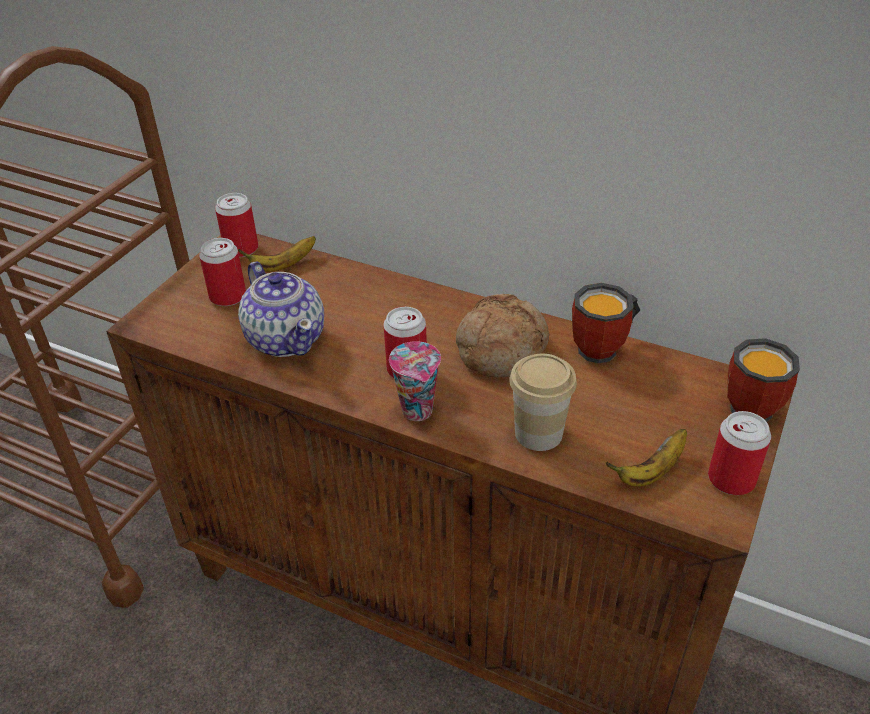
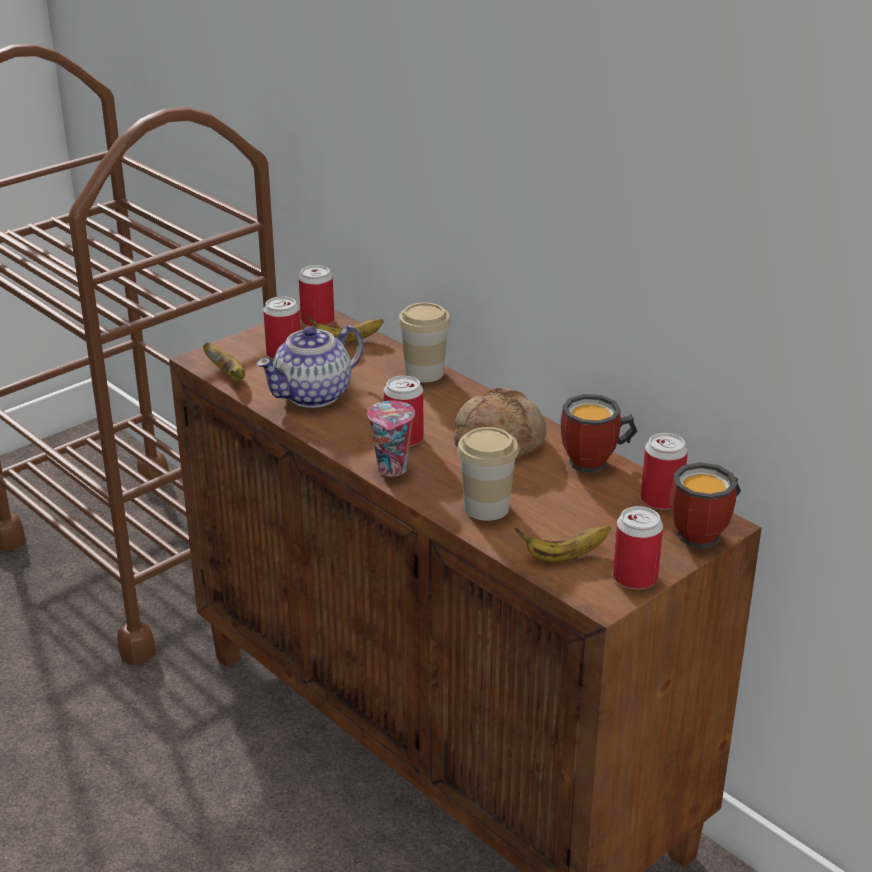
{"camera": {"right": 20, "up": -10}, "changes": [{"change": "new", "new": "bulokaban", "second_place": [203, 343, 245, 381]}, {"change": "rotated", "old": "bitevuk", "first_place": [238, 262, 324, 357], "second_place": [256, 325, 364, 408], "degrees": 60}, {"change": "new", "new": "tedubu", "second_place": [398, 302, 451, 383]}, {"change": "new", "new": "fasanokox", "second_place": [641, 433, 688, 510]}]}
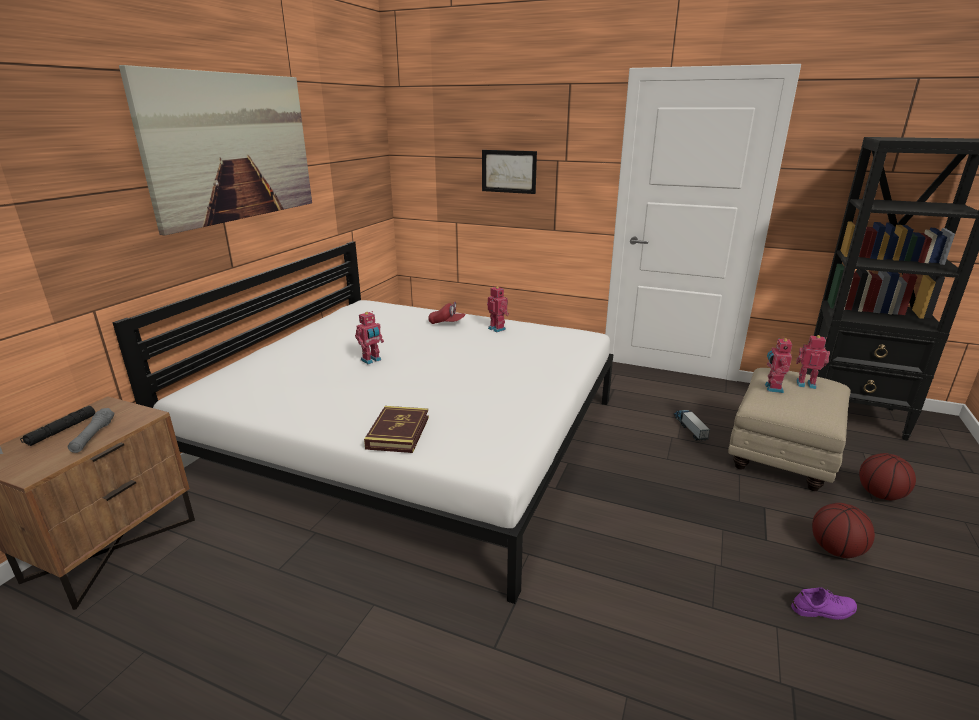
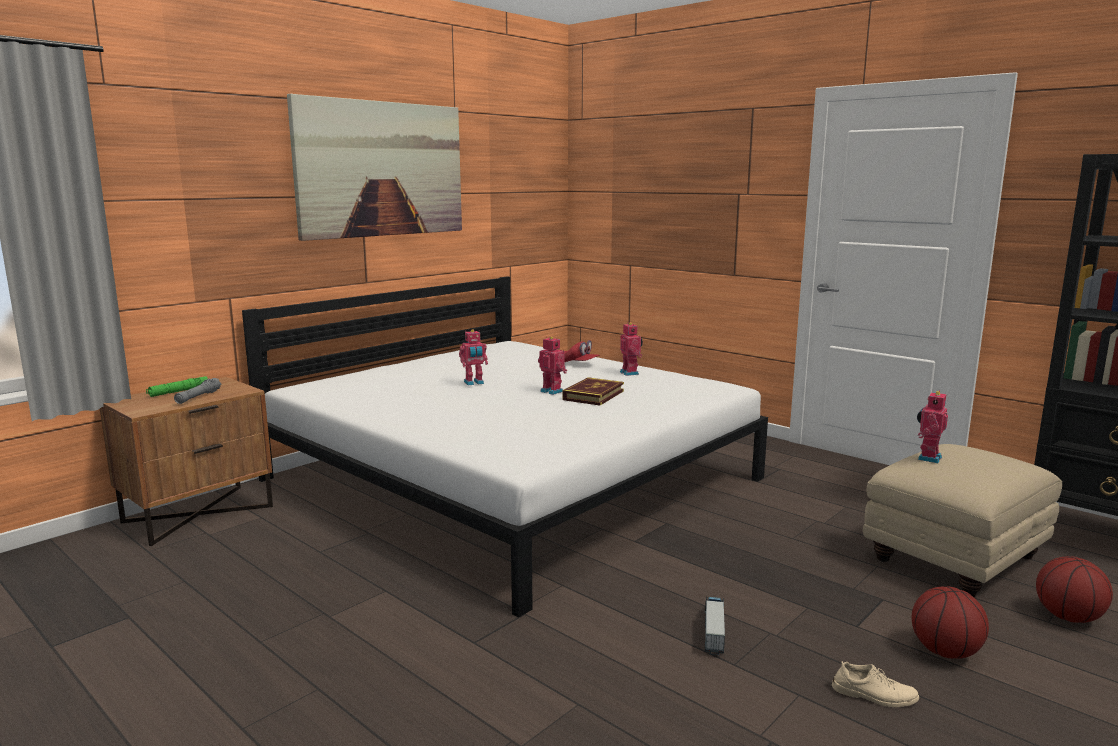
{"camera": {"right": 20, "up": -10}, "changes": [{"change": "repainted", "old": "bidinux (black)", "new": "bidinux (green)", "first_place": [20, 406, 95, 446], "second_place": [146, 376, 208, 397]}, {"change": "shifted", "old": "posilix", "first_place": [796, 335, 830, 389], "second_place": [538, 336, 567, 395]}, {"change": "shifted", "old": "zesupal", "first_place": [364, 406, 429, 453], "second_place": [563, 377, 624, 406]}, {"change": "shifted", "old": "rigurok", "first_place": [673, 410, 710, 441], "second_place": [705, 597, 725, 655]}, {"change": "repainted", "old": "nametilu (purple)", "new": "nametilu (beige)", "first_place": [791, 587, 857, 620], "second_place": [832, 661, 919, 707]}, {"change": "gone", "old": "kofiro", "first_place": [482, 150, 537, 194]}]}
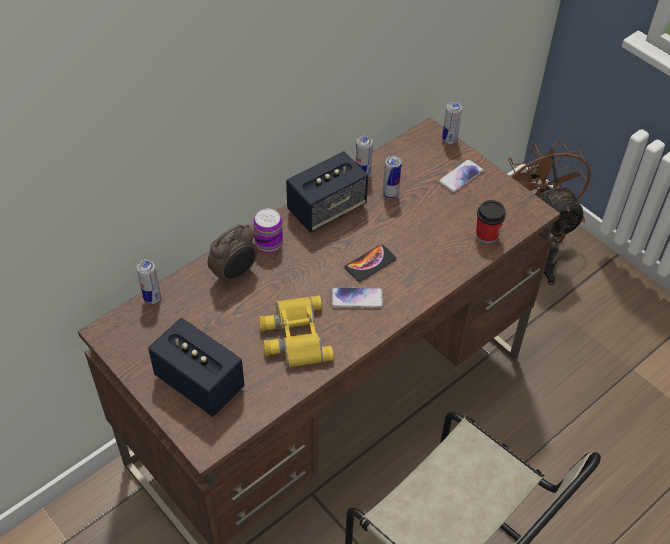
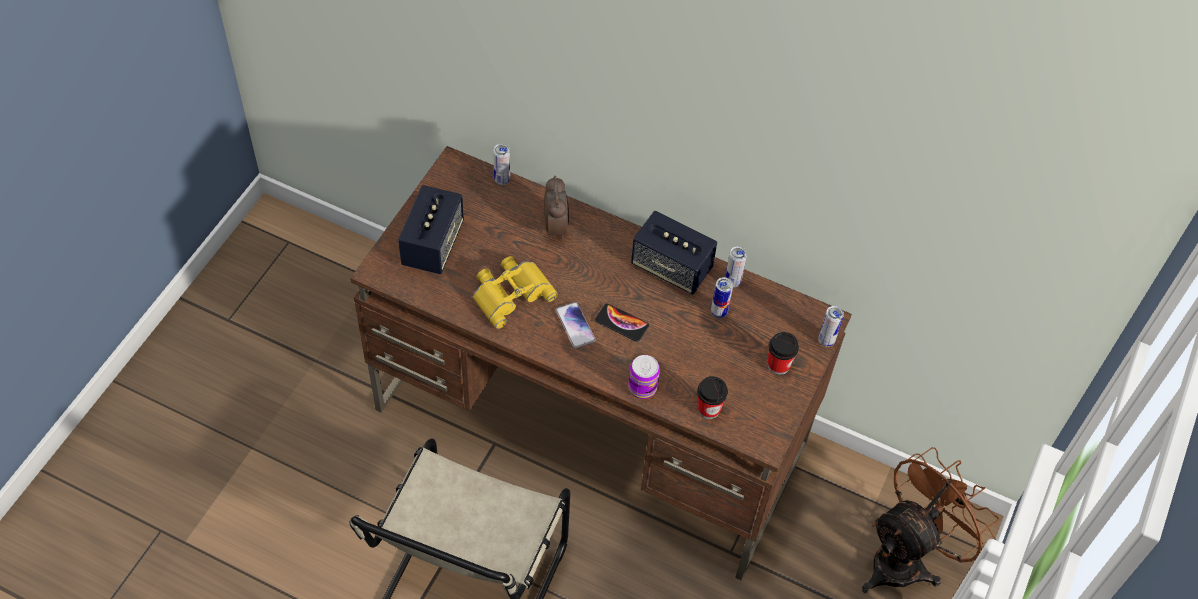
{"camera": {"right": 65, "up": 5}, "changes": [{"change": "rotated", "old": "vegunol", "first_place": [208, 224, 257, 286], "second_place": [544, 176, 569, 239], "degrees": -120}, {"change": "shifted", "old": "fasanokox", "first_place": [253, 209, 283, 254], "second_place": [628, 355, 660, 399]}, {"change": "swapped", "old": "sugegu", "new": "tedubu", "first_place": [438, 159, 484, 193], "second_place": [768, 332, 799, 375]}]}
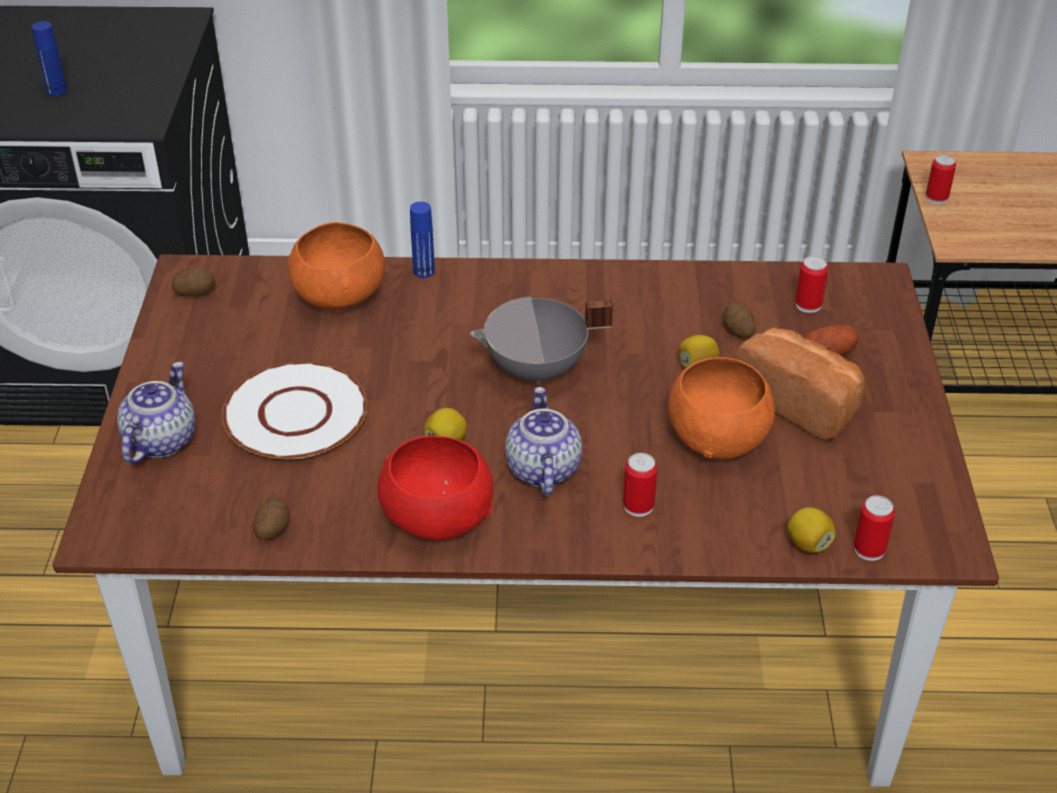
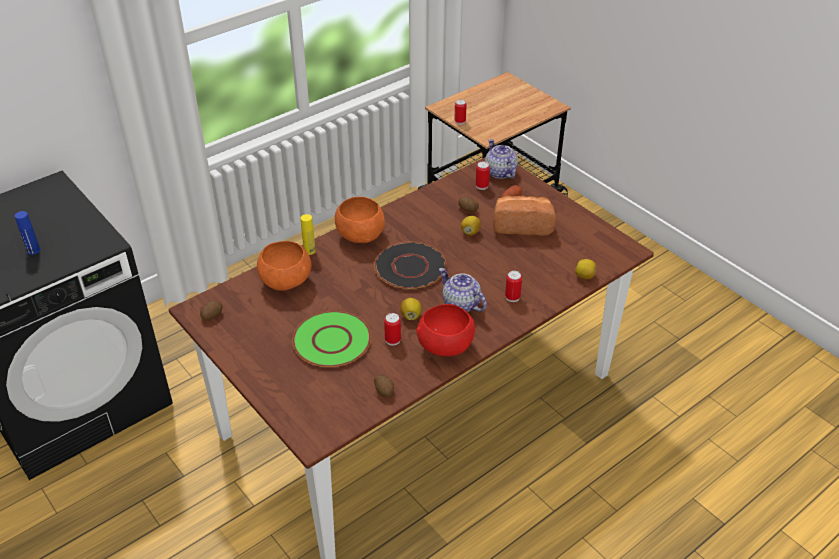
{"camera": {"right": -40, "up": 0}, "changes": [{"change": "repainted", "old": "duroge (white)", "new": "duroge (green)", "first_place": [222, 362, 367, 459], "second_place": [292, 311, 371, 367]}, {"change": "repainted", "old": "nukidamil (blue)", "new": "nukidamil (yellow)", "first_place": [410, 202, 435, 278], "second_place": [301, 214, 316, 255]}, {"change": "shifted", "old": "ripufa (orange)", "first_place": [668, 357, 775, 459], "second_place": [334, 197, 385, 243]}, {"change": "swapped", "old": "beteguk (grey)", "new": "duroge (black)", "first_place": [470, 297, 613, 385], "second_place": [374, 242, 446, 289]}, {"change": "shifted", "old": "fasanokox", "first_place": [854, 496, 895, 561], "second_place": [384, 313, 401, 346]}, {"change": "shifted", "old": "bitevuk", "first_place": [117, 362, 195, 464], "second_place": [485, 139, 518, 179]}]}
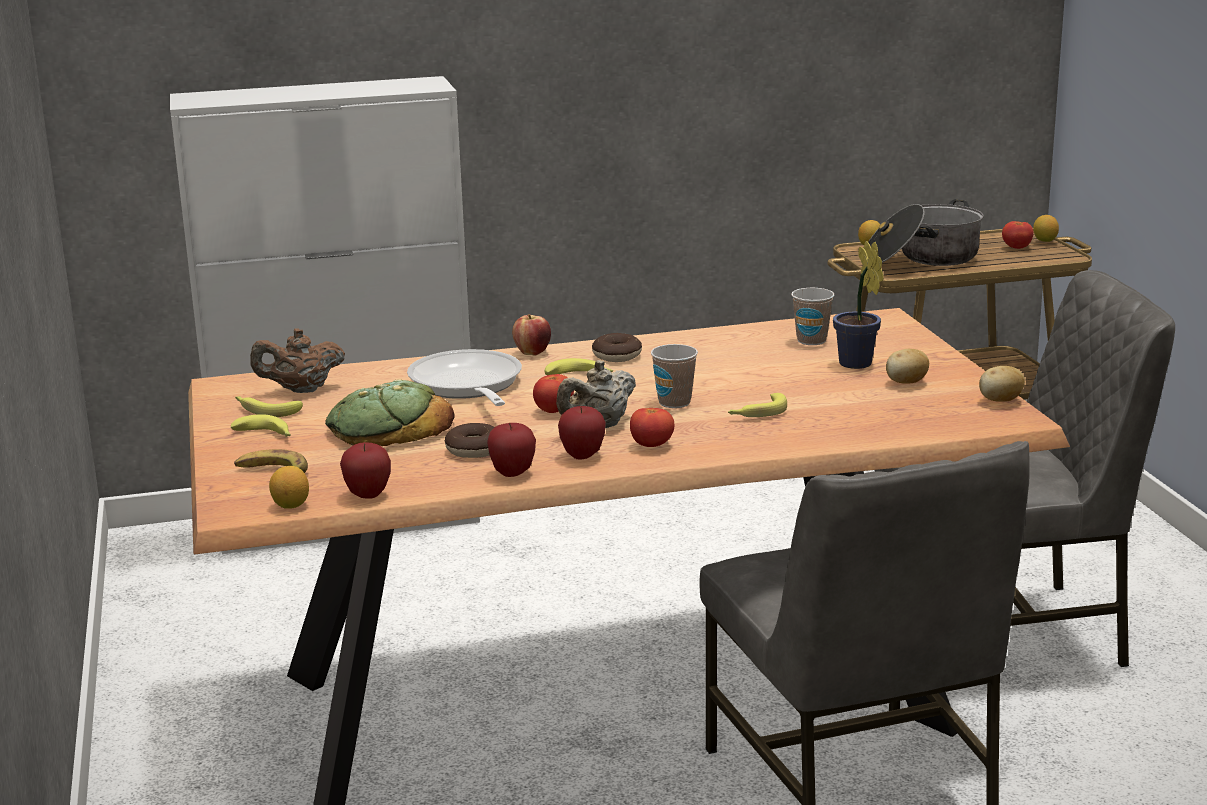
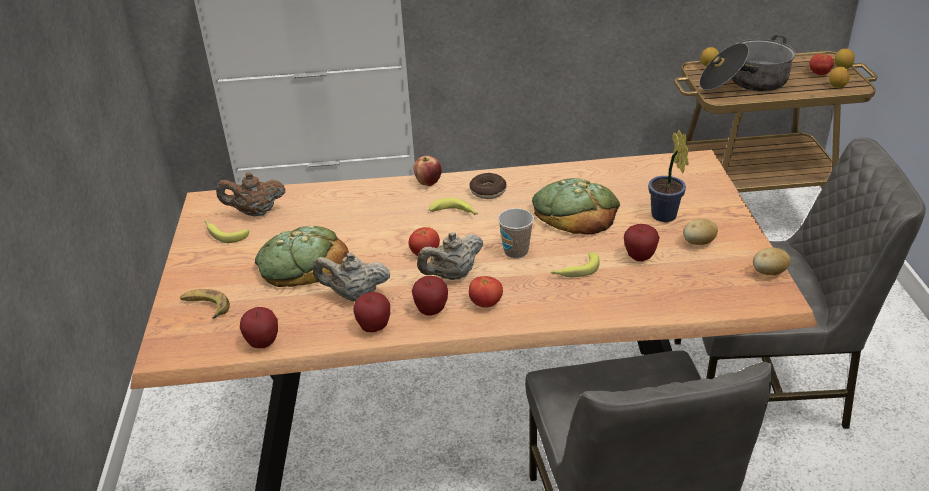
{"camera": {"right": 10, "up": 15}, "changes": [{"change": "swapped", "old": "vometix", "new": "bitevuk (beige)", "first_place": [445, 423, 495, 458], "second_place": [313, 253, 390, 301]}, {"change": "new", "new": "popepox", "second_place": [532, 178, 620, 234]}, {"change": "new", "new": "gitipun", "second_place": [624, 224, 660, 262]}, {"change": "shifted", "old": "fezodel", "first_place": [269, 466, 309, 509], "second_place": [829, 67, 850, 88]}, {"change": "gone", "old": "bulokaban", "first_place": [231, 414, 291, 437]}, {"change": "gone", "old": "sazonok", "first_place": [407, 349, 522, 406]}, {"change": "gone", "old": "tedubu", "first_place": [791, 288, 834, 345]}]}
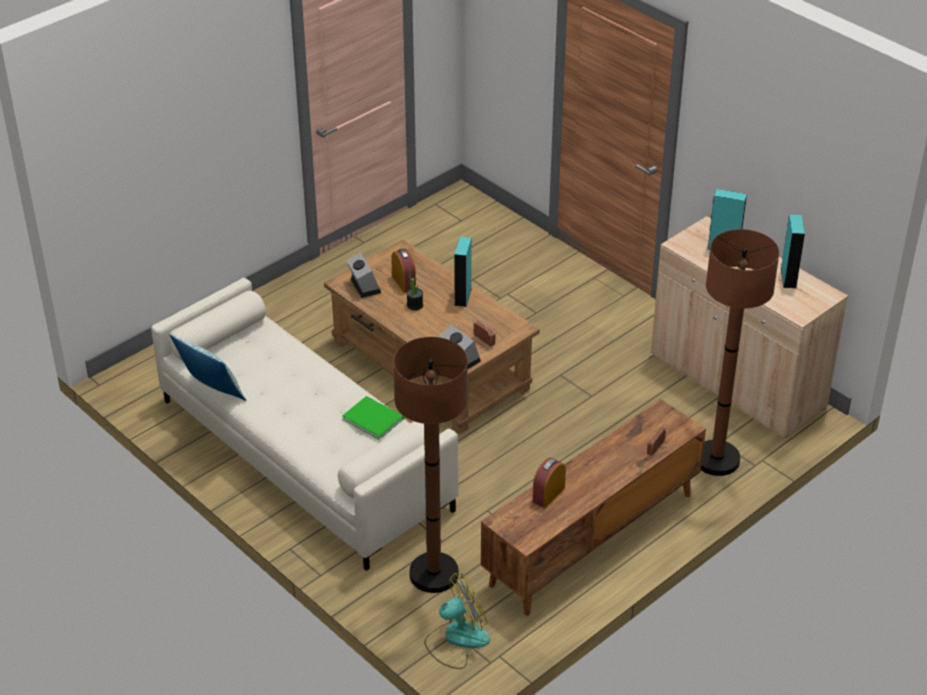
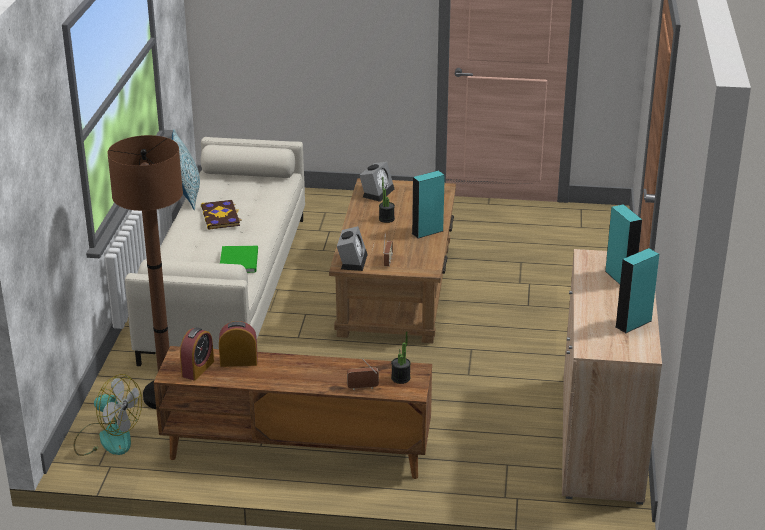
{"camera": {"right": 50, "up": -10}, "changes": [{"change": "shifted", "old": "vegunol", "first_place": [391, 248, 416, 293], "second_place": [180, 327, 214, 381]}, {"change": "new", "new": "zesupal", "second_place": [201, 200, 242, 230]}, {"change": "new", "new": "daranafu", "second_place": [391, 331, 411, 384]}, {"change": "gone", "old": "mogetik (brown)", "first_place": [701, 229, 779, 476]}]}
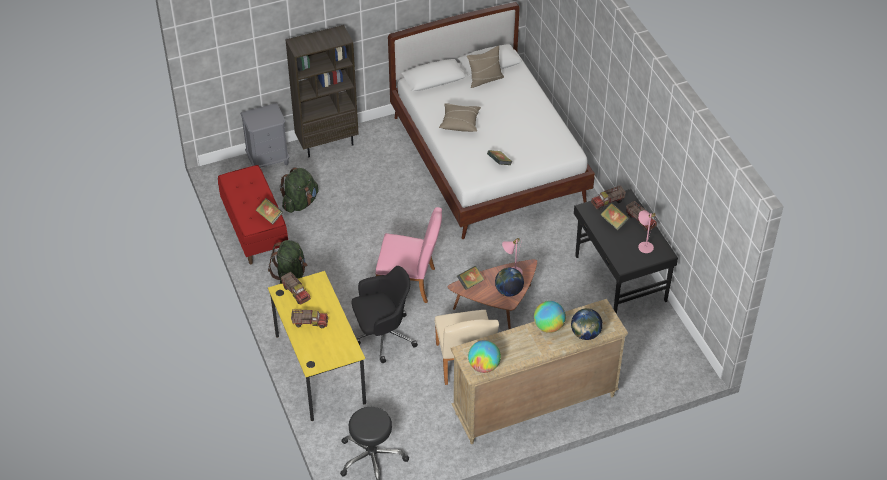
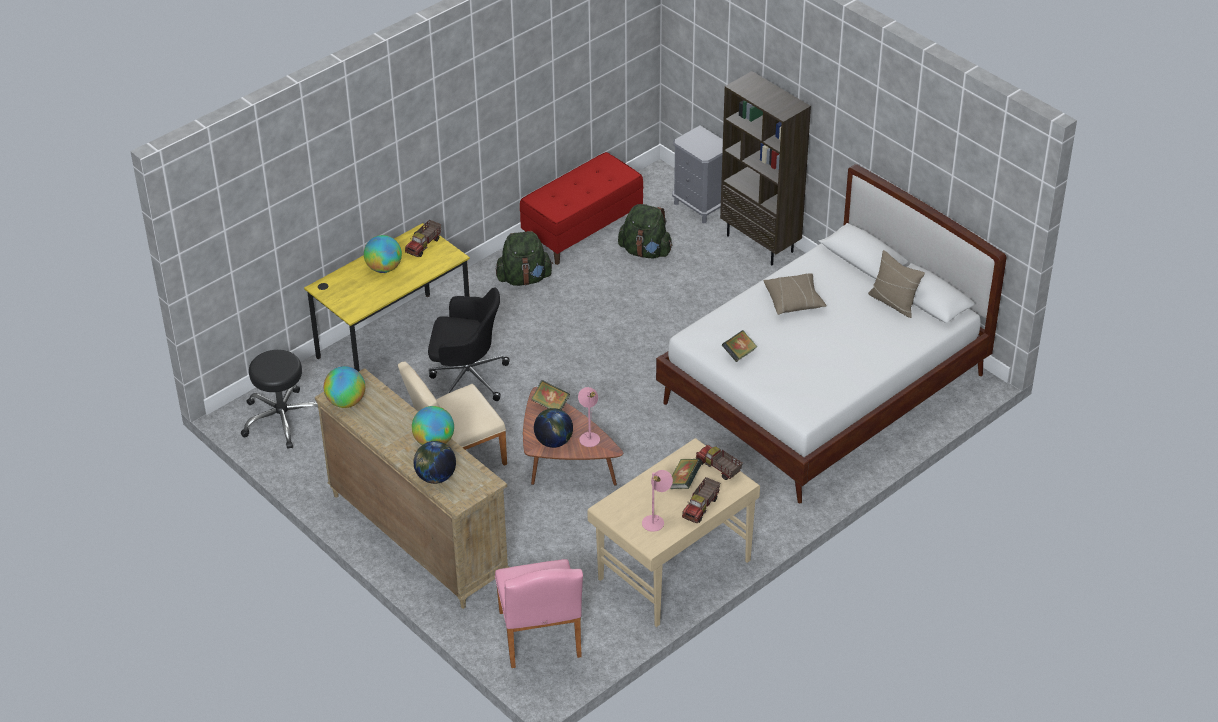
{"camera": {"right": 70, "up": -5}, "changes": [{"change": "swapped", "old": "rigurok", "new": "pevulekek", "first_place": [291, 309, 328, 328], "second_place": [364, 235, 402, 273]}, {"change": "rotated", "old": "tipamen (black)", "first_place": [352, 266, 418, 363], "second_place": [428, 287, 509, 401], "degrees": -45}, {"change": "shifted", "old": "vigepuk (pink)", "first_place": [375, 207, 442, 303], "second_place": [495, 559, 583, 668]}, {"change": "repainted", "old": "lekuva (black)", "new": "lekuva (beige)", "first_place": [574, 189, 678, 314], "second_place": [587, 438, 760, 627]}, {"change": "gone", "old": "zesupal", "first_place": [256, 198, 283, 224]}]}
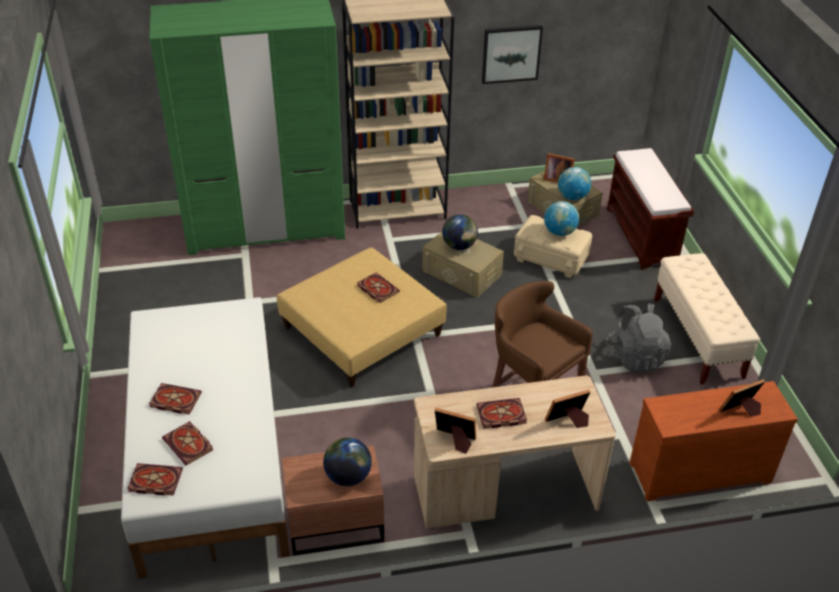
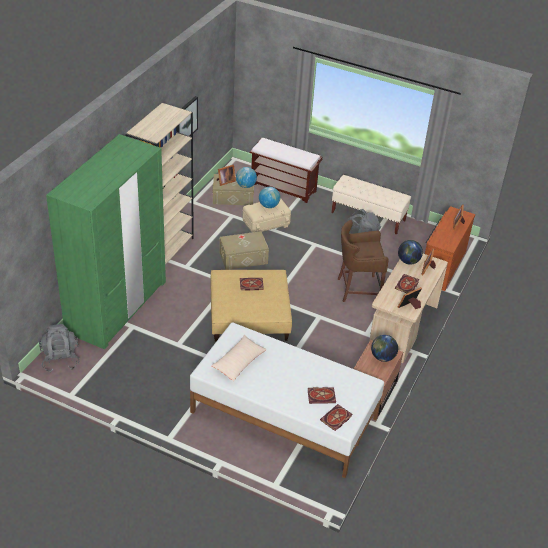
{"camera": {"right": -55, "up": 0}, "changes": [{"change": "new", "new": "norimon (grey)", "second_place": [39, 324, 80, 372]}, {"change": "new", "new": "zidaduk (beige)", "second_place": [211, 335, 267, 381]}, {"change": "shifted", "old": "pevulekek", "first_place": [442, 214, 478, 250], "second_place": [398, 240, 423, 265]}, {"change": "gone", "old": "zesupal", "first_place": [149, 383, 201, 415]}]}
